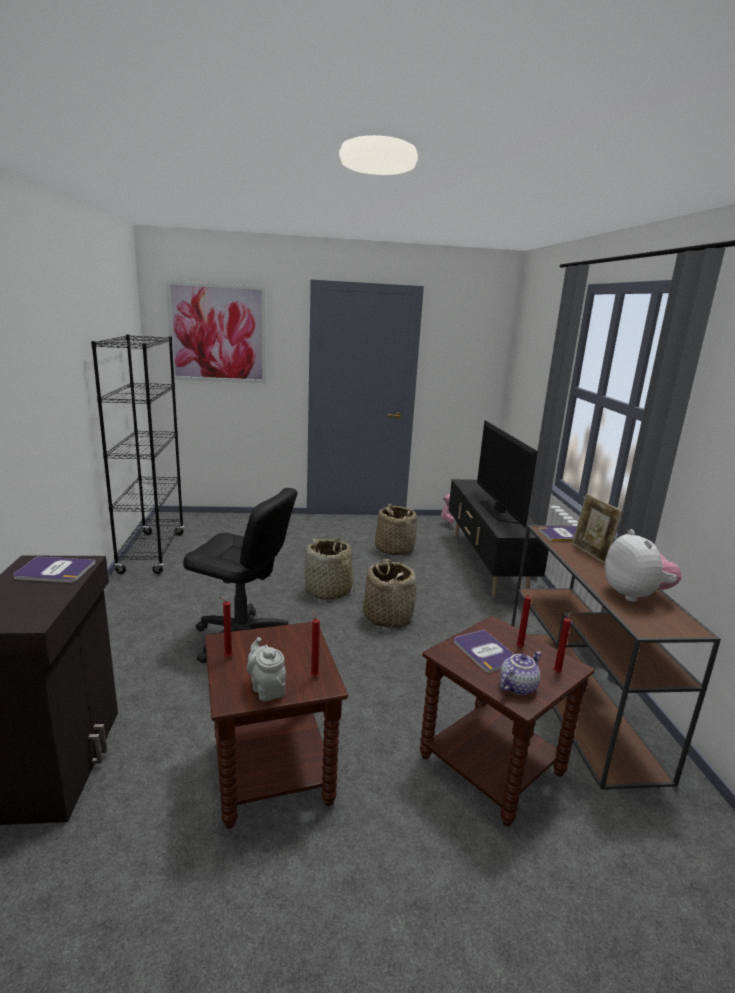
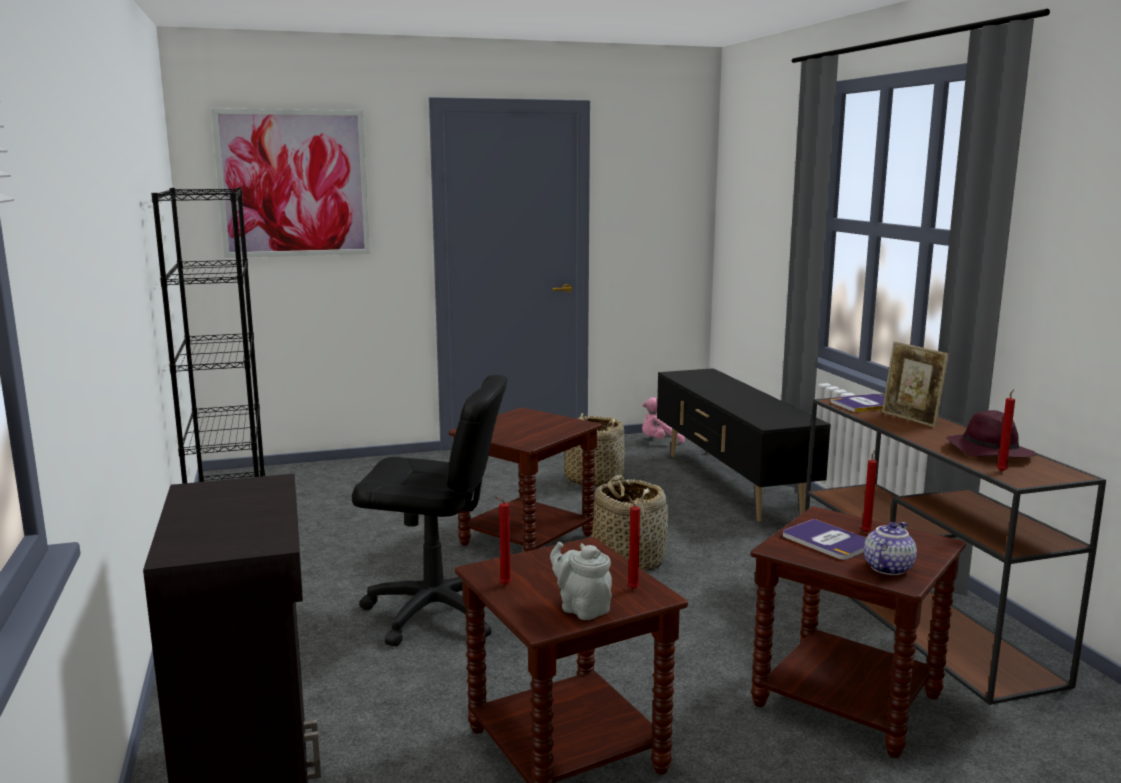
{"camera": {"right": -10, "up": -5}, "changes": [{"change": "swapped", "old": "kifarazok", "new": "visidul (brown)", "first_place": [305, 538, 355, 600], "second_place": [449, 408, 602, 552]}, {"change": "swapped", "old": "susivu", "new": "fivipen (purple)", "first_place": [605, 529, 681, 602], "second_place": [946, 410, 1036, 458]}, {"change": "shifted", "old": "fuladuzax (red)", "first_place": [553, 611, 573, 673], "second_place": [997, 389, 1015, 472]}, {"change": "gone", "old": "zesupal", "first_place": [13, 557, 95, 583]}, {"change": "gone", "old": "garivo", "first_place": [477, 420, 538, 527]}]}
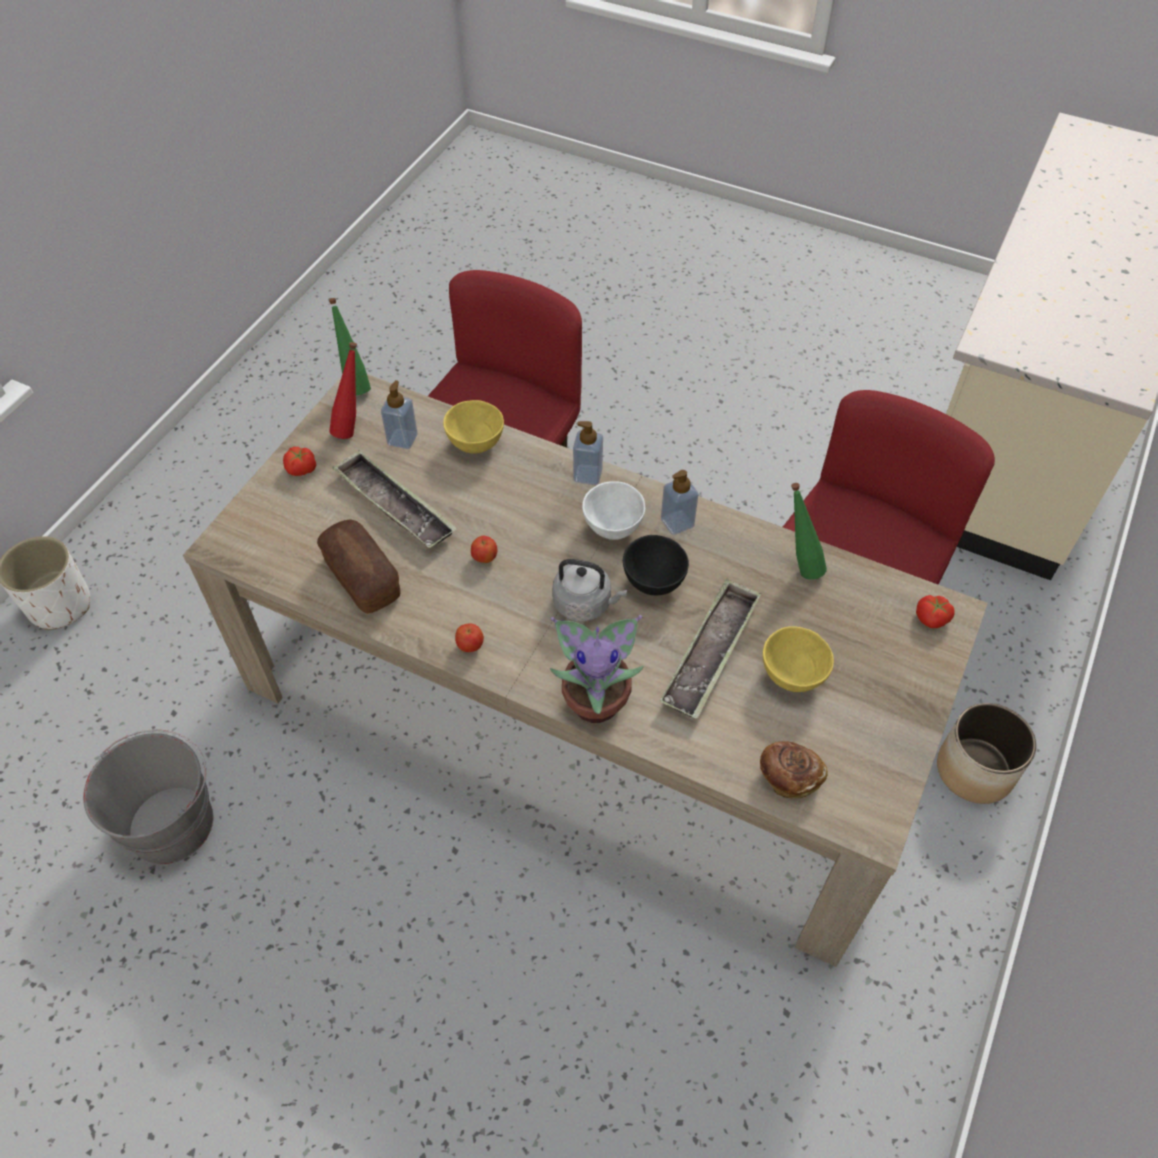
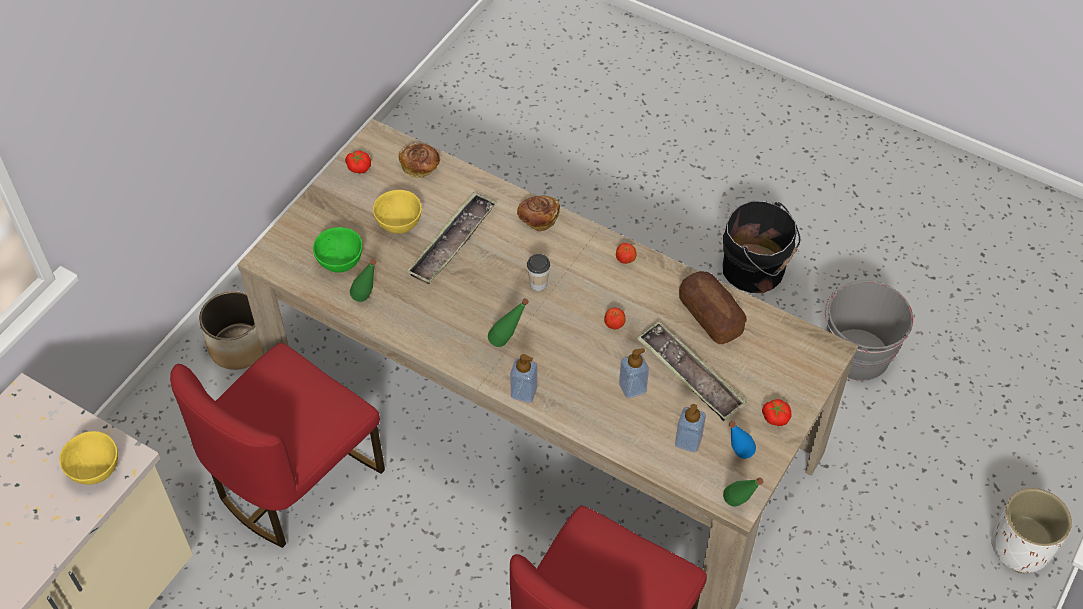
{"camera": {"right": -175, "up": 0}, "changes": [{"change": "shifted", "old": "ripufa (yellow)", "first_place": [443, 400, 504, 454], "second_place": [59, 431, 118, 485]}, {"change": "new", "new": "ripufa (green)", "second_place": [313, 227, 362, 273]}, {"change": "shifted", "old": "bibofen", "first_place": [916, 595, 954, 628], "second_place": [345, 150, 371, 173]}, {"change": "swapped", "old": "ripufa (white)", "new": "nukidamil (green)", "first_place": [582, 481, 645, 540], "second_place": [488, 298, 529, 347]}, {"change": "swapped", "old": "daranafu", "new": "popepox", "first_place": [550, 615, 643, 723], "second_place": [517, 195, 560, 232]}, {"change": "swapped", "old": "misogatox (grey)", "new": "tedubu", "first_place": [552, 559, 627, 622], "second_place": [527, 254, 550, 291]}, {"change": "shifted", "old": "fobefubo", "first_place": [661, 470, 698, 535], "second_place": [619, 348, 649, 398]}, {"change": "new", "new": "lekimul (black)", "second_place": [723, 201, 800, 293]}, {"change": "repainted", "old": "nukidamil (red)", "new": "nukidamil (blue)", "first_place": [329, 342, 357, 439], "second_place": [729, 421, 756, 459]}, {"change": "gone", "old": "ripufa (black)", "first_place": [623, 535, 689, 595]}]}
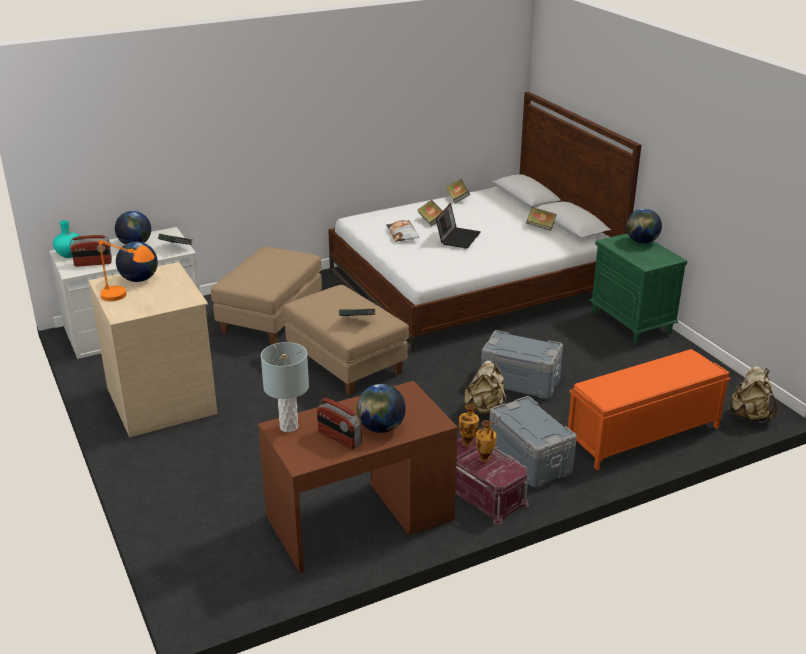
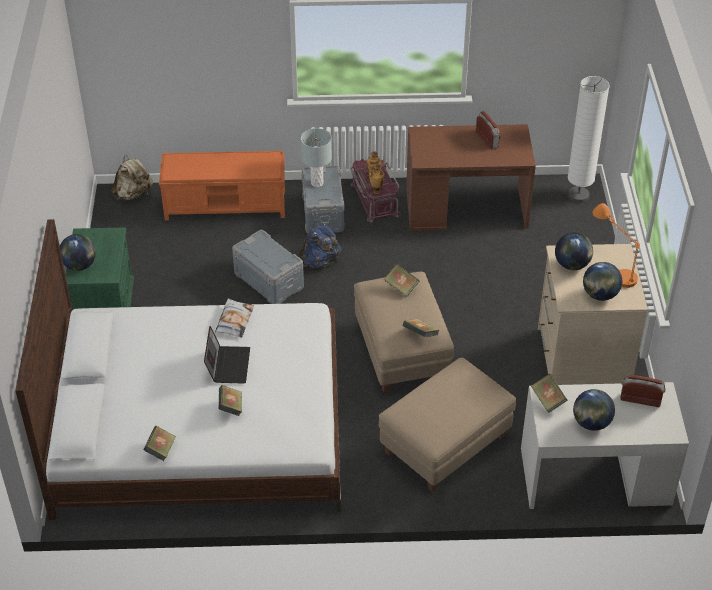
{"camera": {"right": -155, "up": 15}, "changes": [{"change": "rotated", "old": "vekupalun", "first_place": [436, 203, 481, 249], "second_place": [204, 326, 250, 384], "degrees": 135}, {"change": "shifted", "old": "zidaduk", "first_place": [386, 220, 419, 242], "second_place": [215, 298, 254, 338]}, {"change": "repainted", "old": "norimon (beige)", "new": "norimon (blue)", "first_place": [464, 360, 507, 416], "second_place": [298, 221, 341, 269]}, {"change": "shifted", "old": "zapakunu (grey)", "first_place": [261, 342, 309, 432], "second_place": [301, 128, 332, 187]}, {"change": "shifted", "old": "zesupal", "first_place": [526, 207, 557, 231], "second_place": [403, 319, 439, 337]}, {"change": "shifted", "old": "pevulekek", "first_place": [357, 384, 406, 433], "second_place": [555, 232, 593, 270]}, {"change": "new", "new": "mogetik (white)", "second_place": [568, 76, 610, 203]}, {"change": "gone", "old": "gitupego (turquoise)", "first_place": [53, 220, 81, 258]}]}
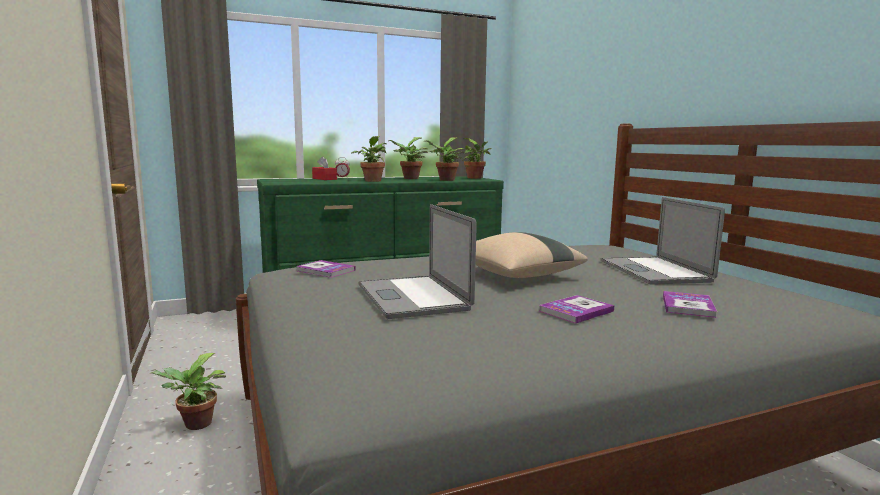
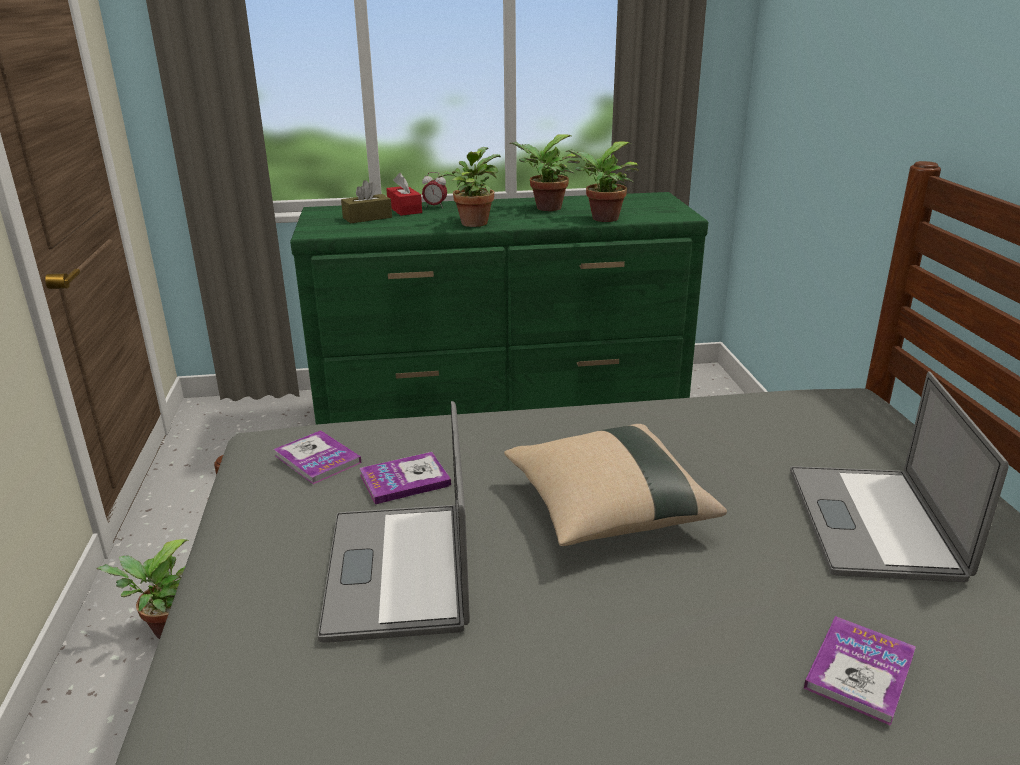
{"camera": {"right": 15, "up": 15}, "changes": [{"change": "new", "new": "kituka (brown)", "second_place": [341, 180, 392, 223]}, {"change": "shifted", "old": "zesupal", "first_place": [539, 295, 614, 324], "second_place": [360, 452, 451, 504]}, {"change": "gone", "old": "daranafu", "first_place": [463, 138, 491, 179]}]}
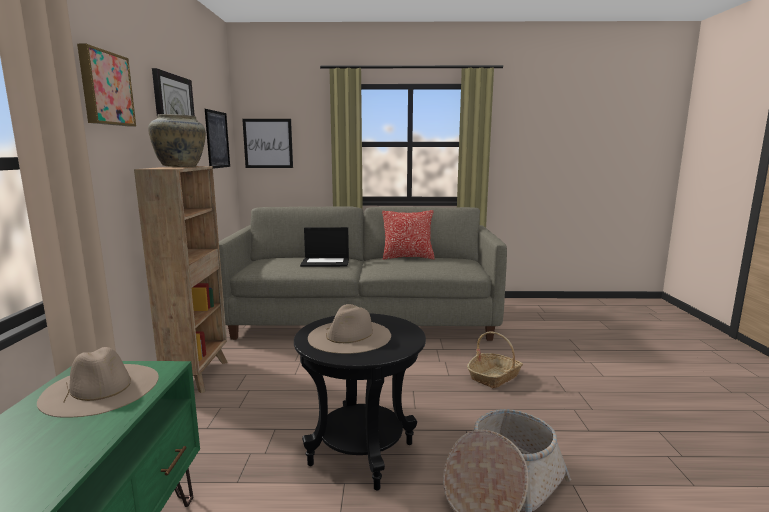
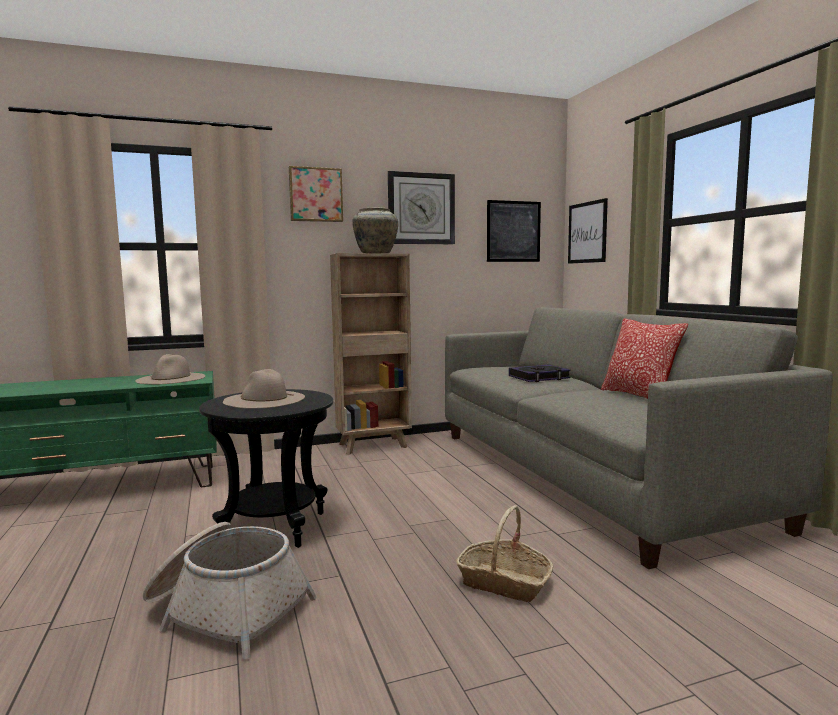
{"camera": {"right": 70, "up": -5}, "changes": [{"change": "swapped", "old": "vekupalun", "new": "zesupal", "first_place": [300, 227, 349, 267], "second_place": [509, 364, 571, 382]}]}
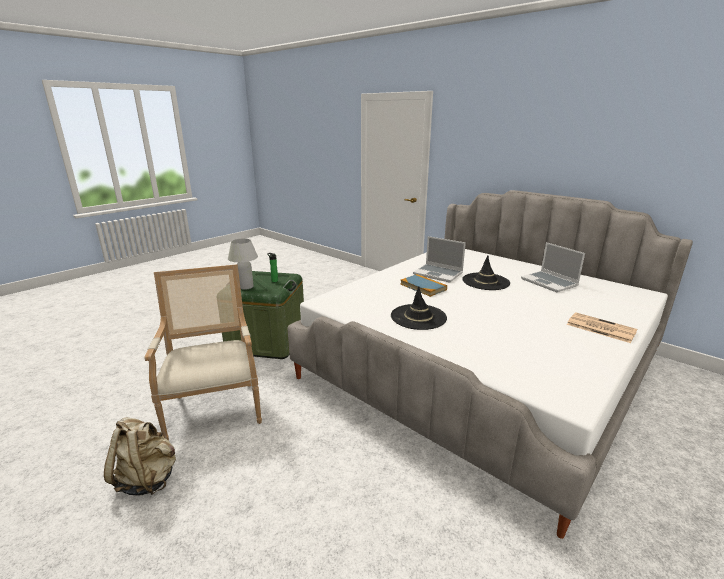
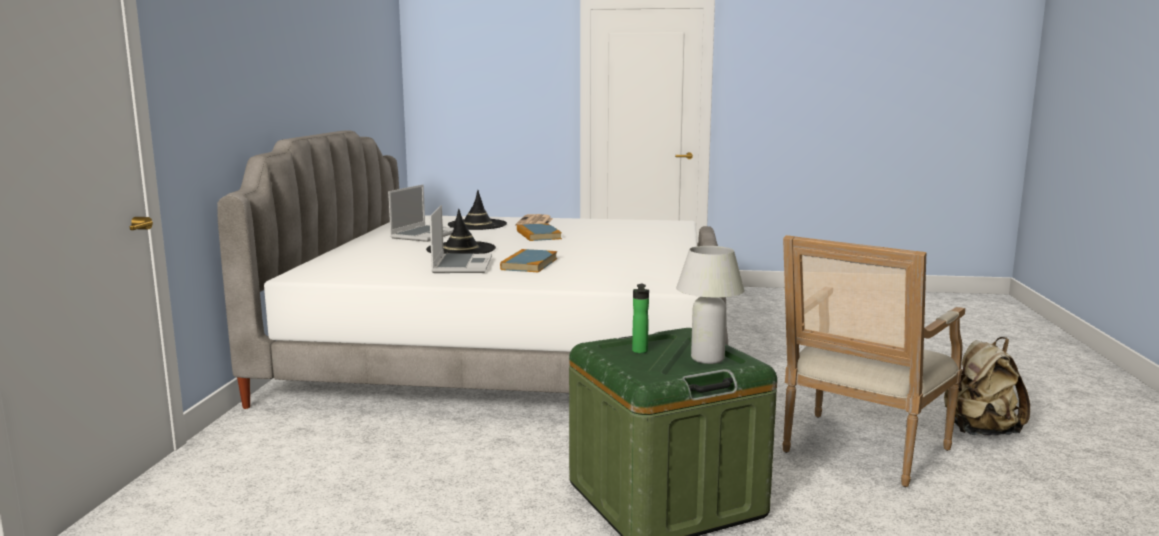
{"camera": {"right": -125, "up": -10}, "changes": [{"change": "shifted", "old": "fivipen (black)", "first_place": [391, 286, 447, 330], "second_place": [448, 190, 507, 230]}, {"change": "new", "new": "zesupal", "second_place": [517, 223, 562, 241]}]}
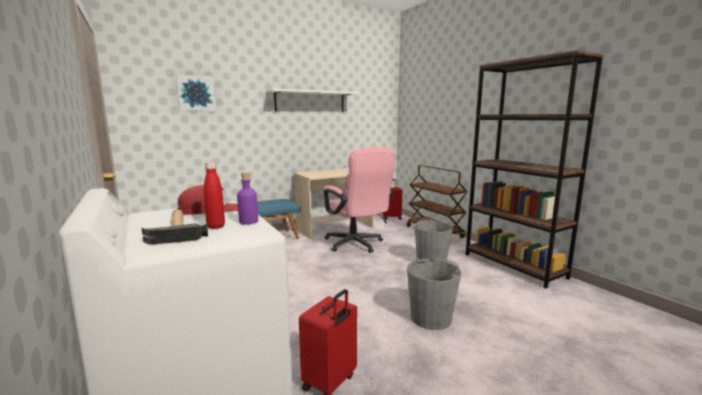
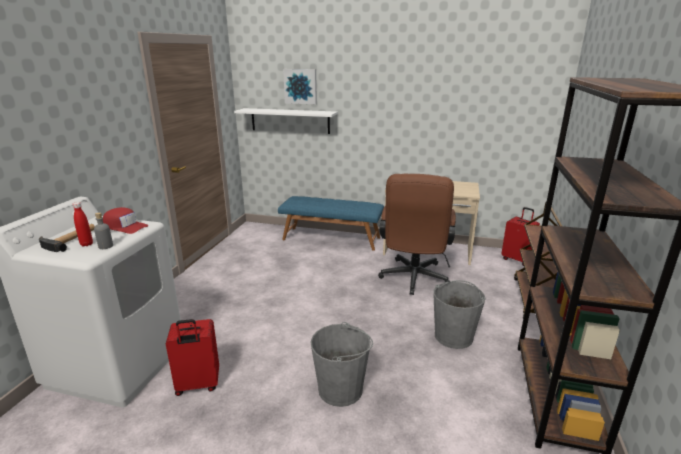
{"camera": {"right": 45, "up": 10}, "changes": [{"change": "repainted", "old": "nukidamil (purple)", "new": "nukidamil (grey)", "first_place": [237, 172, 258, 224], "second_place": [94, 212, 113, 249]}, {"change": "shifted", "old": "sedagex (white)", "first_place": [266, 88, 359, 112], "second_place": [234, 108, 338, 134]}, {"change": "repainted", "old": "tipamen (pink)", "new": "tipamen (brown)", "first_place": [324, 147, 395, 253], "second_place": [378, 174, 456, 295]}]}
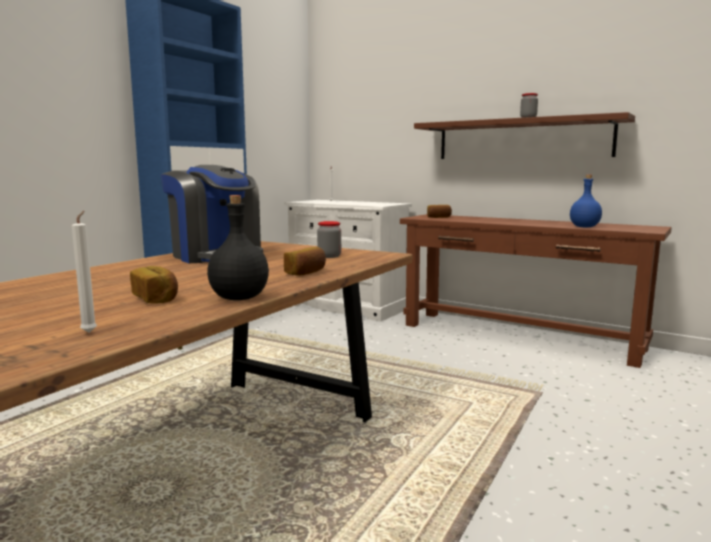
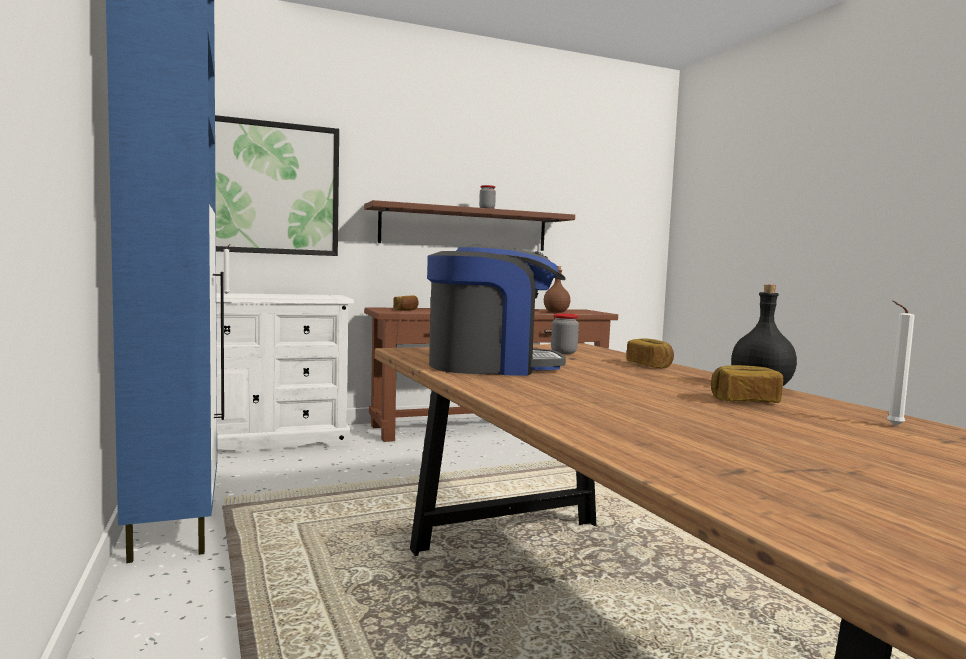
{"camera": {"right": -55, "up": -5}, "changes": [{"change": "new", "new": "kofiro", "second_place": [215, 115, 339, 256]}, {"change": "repainted", "old": "nukidamil (blue)", "new": "nukidamil (brown)", "first_place": [570, 175, 602, 228], "second_place": [544, 266, 570, 313]}]}
